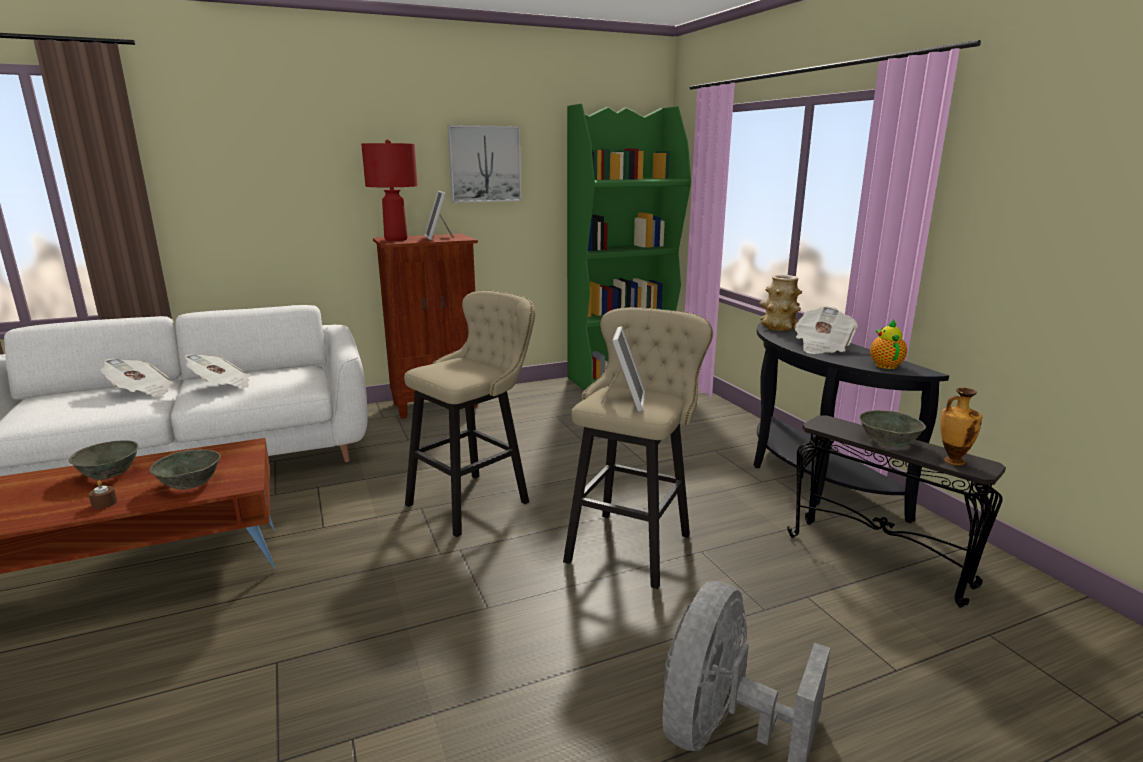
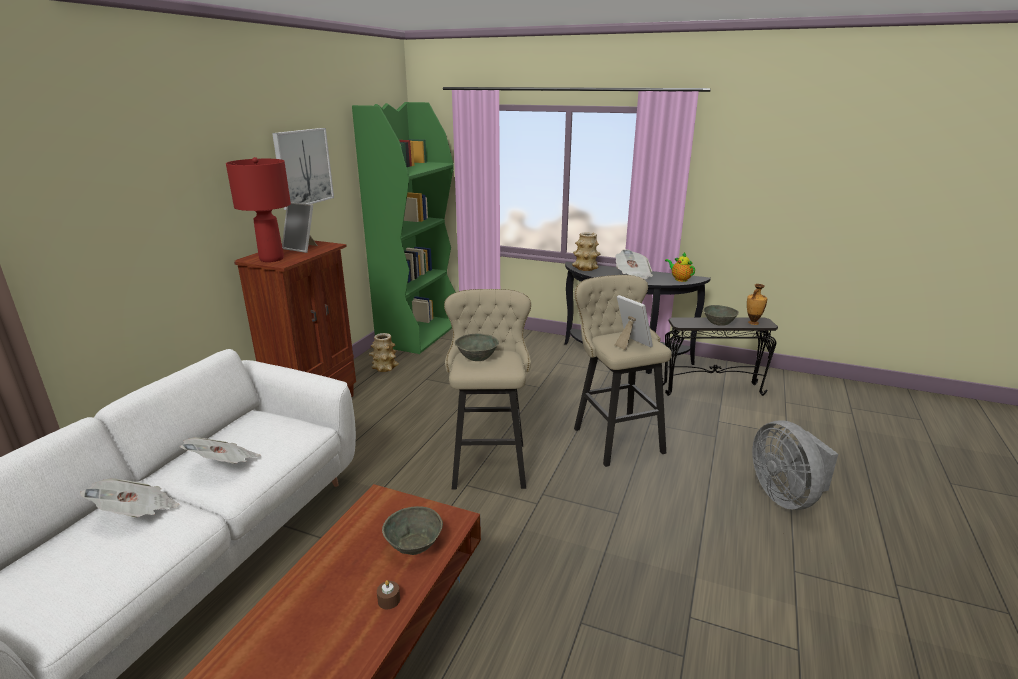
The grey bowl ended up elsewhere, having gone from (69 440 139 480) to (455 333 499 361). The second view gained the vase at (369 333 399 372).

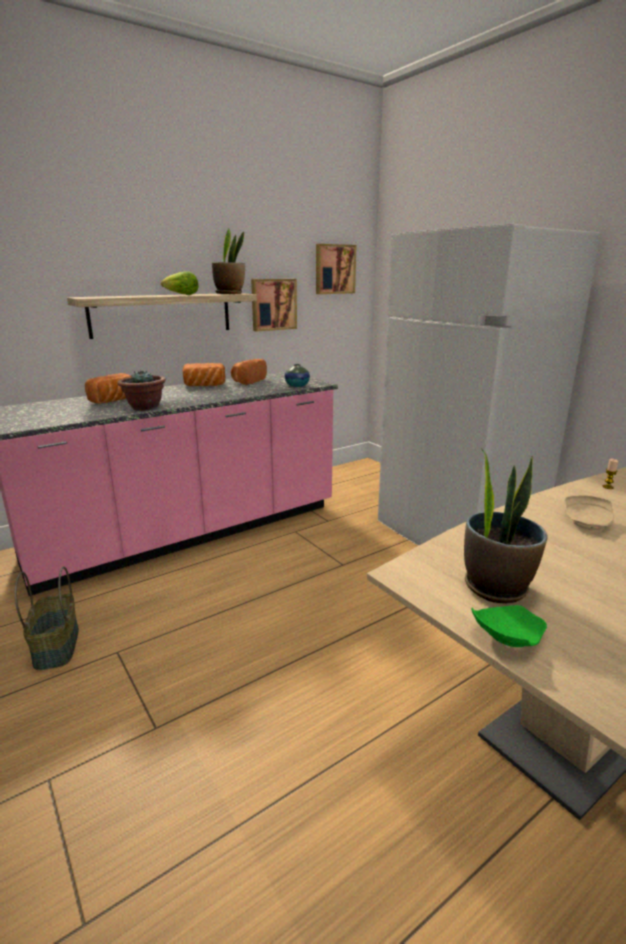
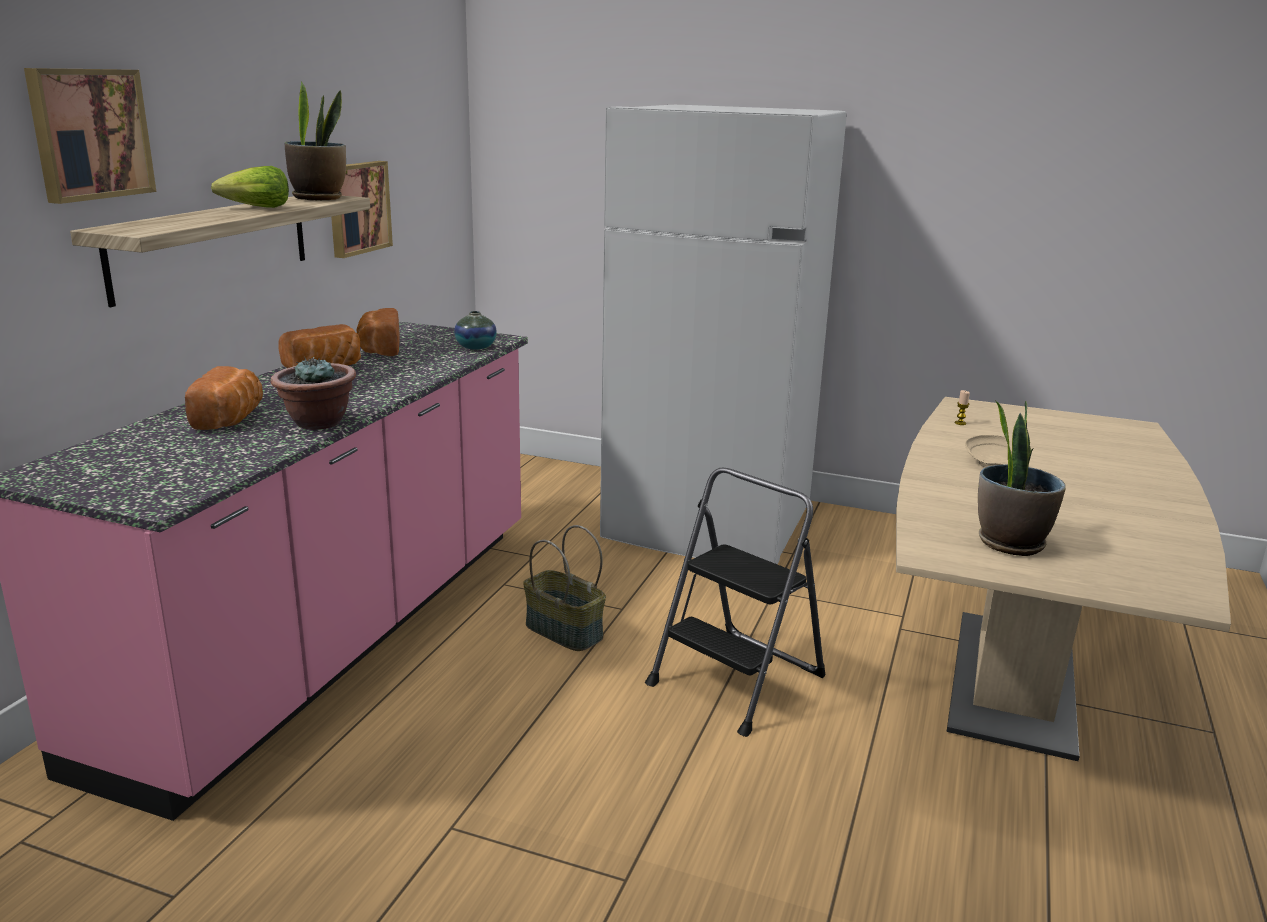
The basket ended up elsewhere, having gone from (15 566 79 670) to (523 525 606 651). The picture ended up elsewhere, having gone from (316 244 356 294) to (24 68 156 204). The second view lost the green plate at (472 605 547 647). The second view gained the black step ladder at (645 468 825 737).

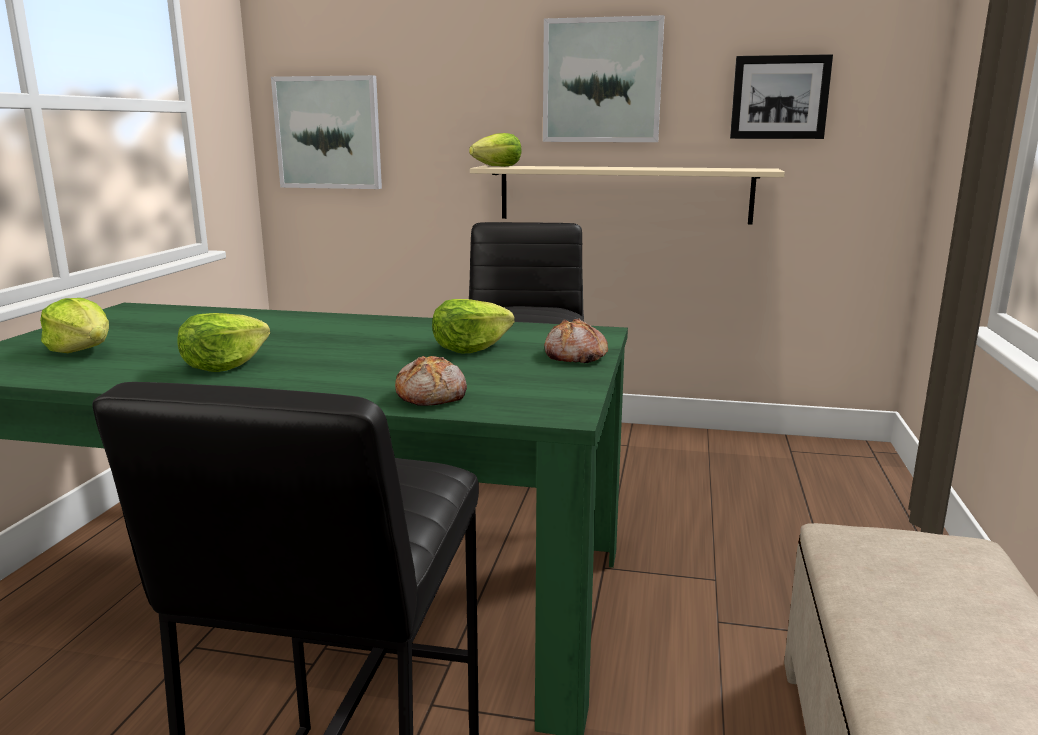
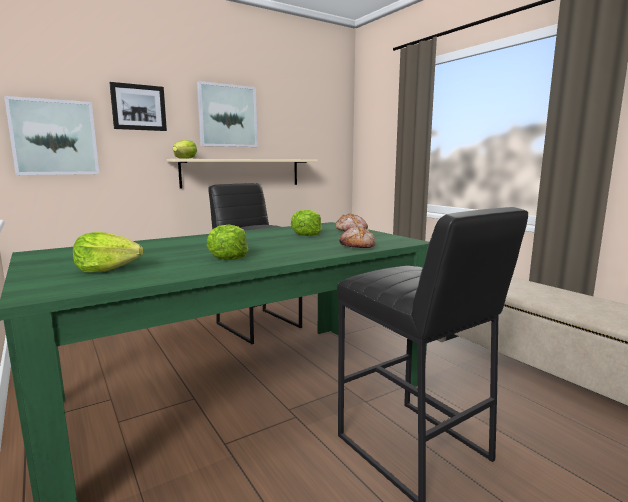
The picture ended up elsewhere, having gone from (730 54 833 139) to (109 82 167 131).

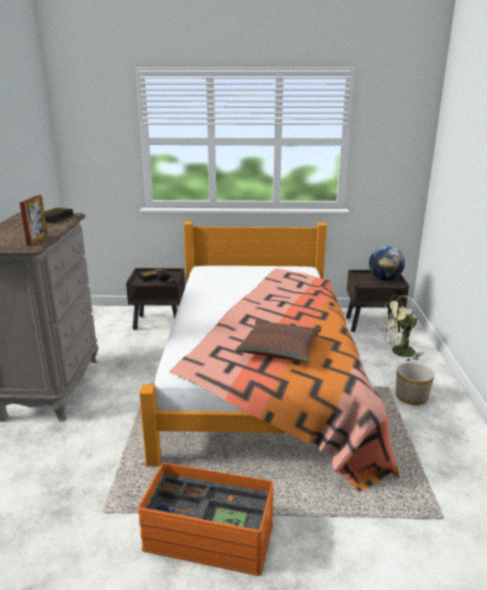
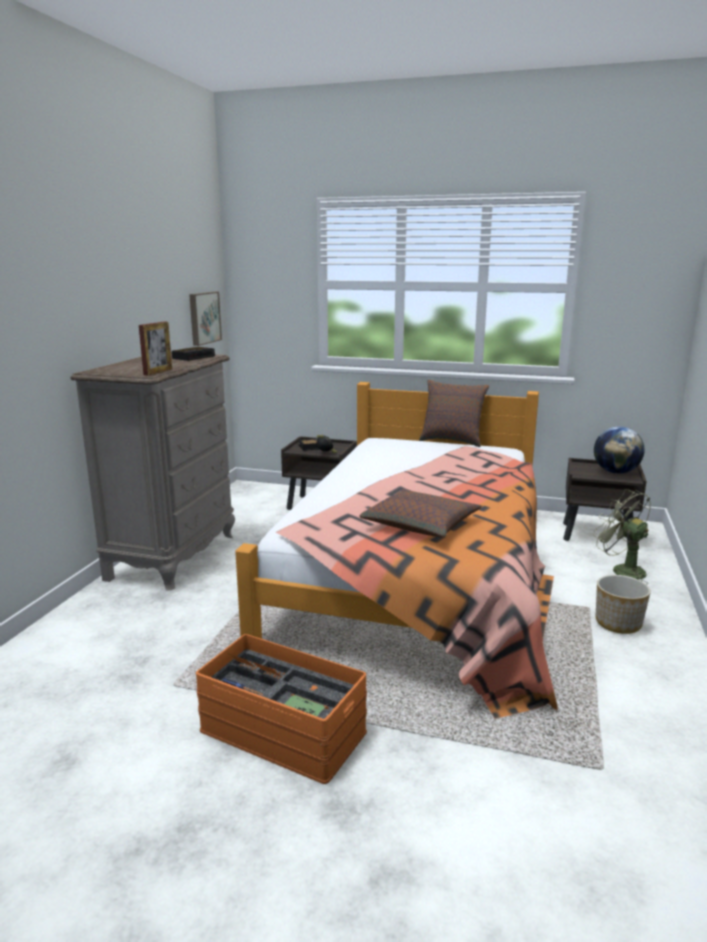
The green fan at (382 295 422 362) ended up facing another way, 45 degrees clockwise from before. The second view gained the picture at (189 292 222 346). The second view gained the brown pillow at (419 380 489 447).

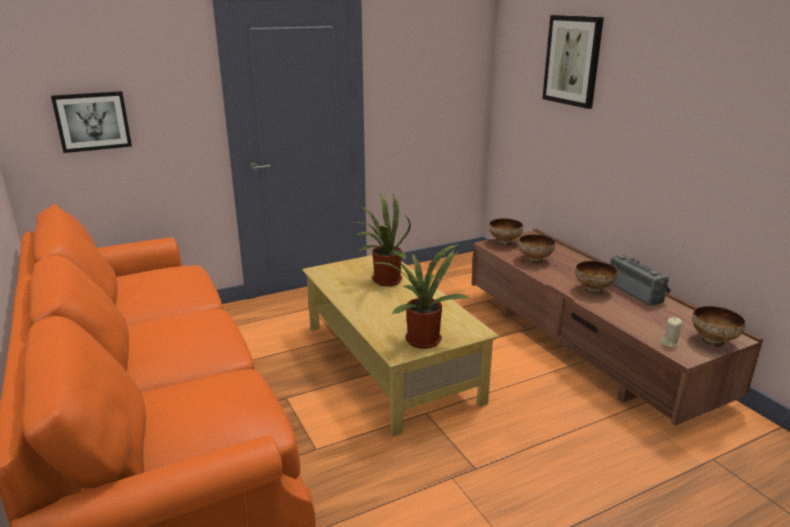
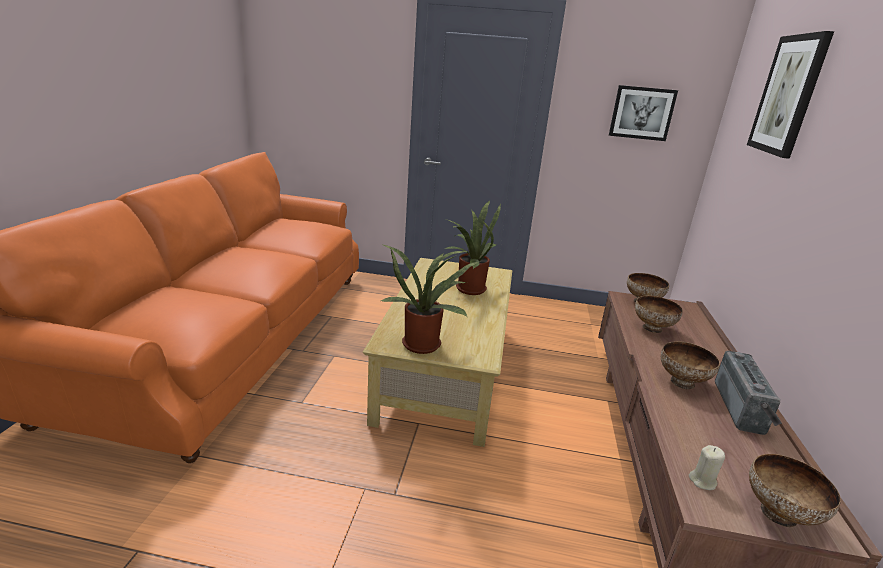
The picture ended up elsewhere, having gone from (51 91 132 153) to (609 85 678 141).

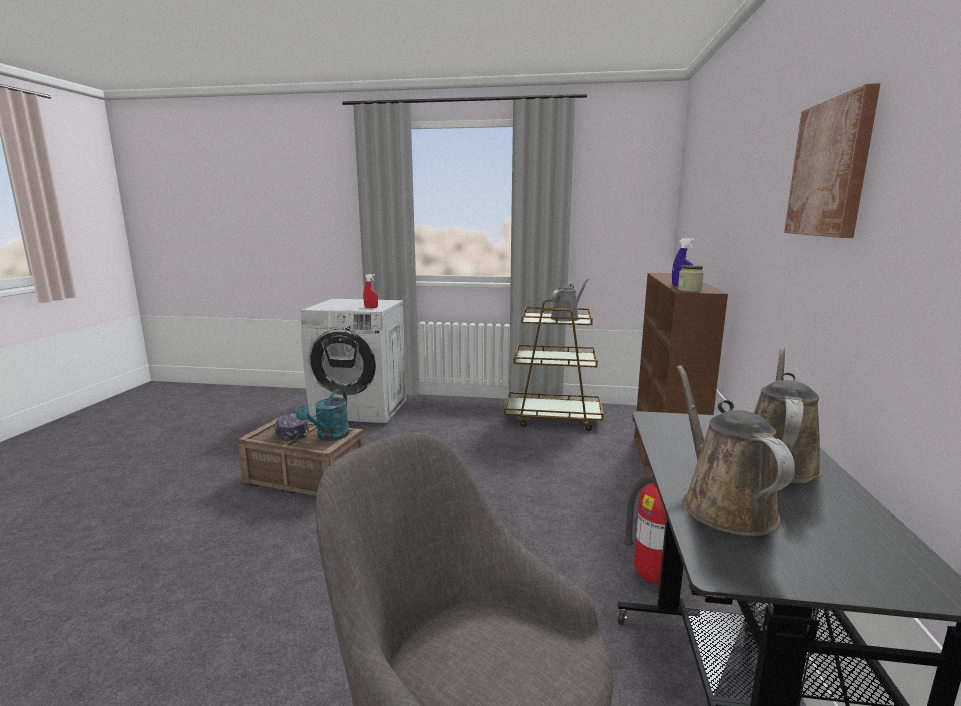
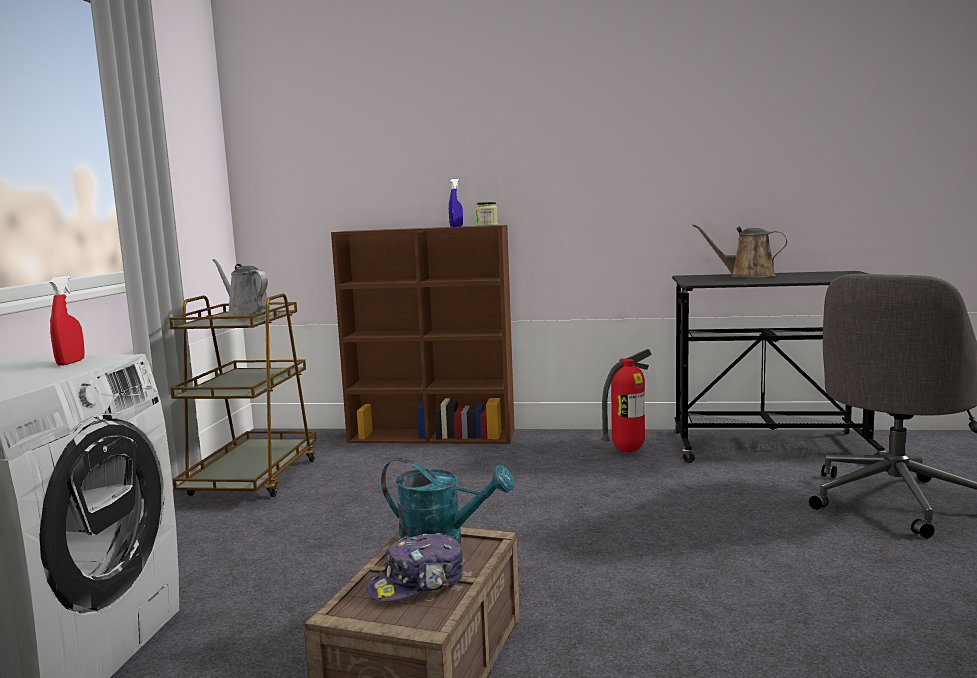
The second view lost the brown watering can at (677 365 795 536). The second view lost the picture at (784 83 881 238).

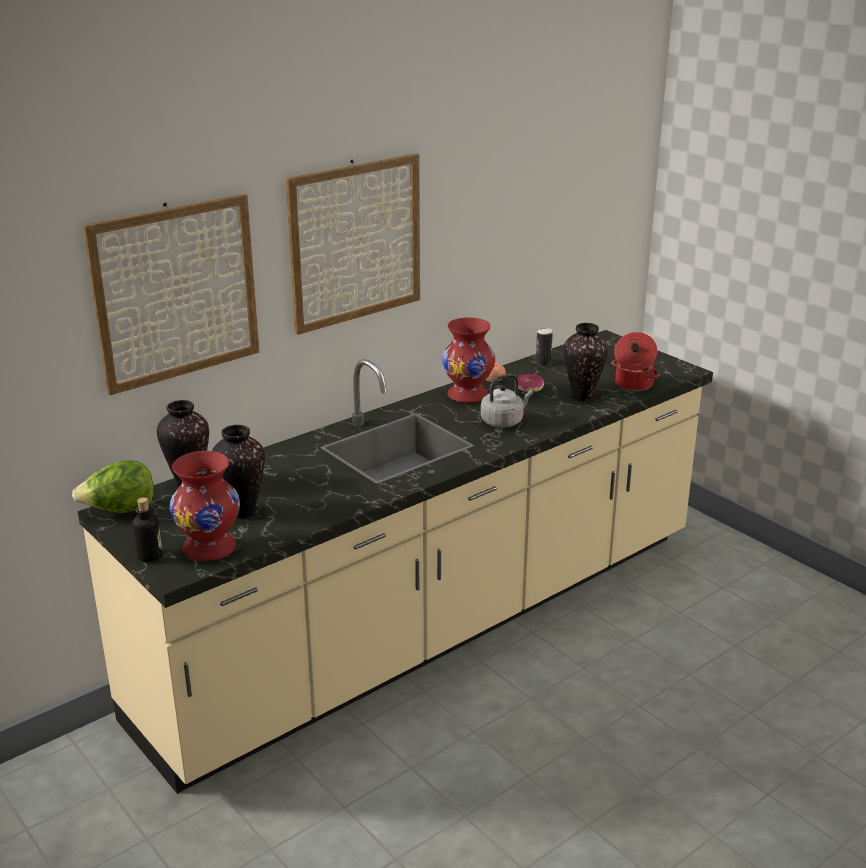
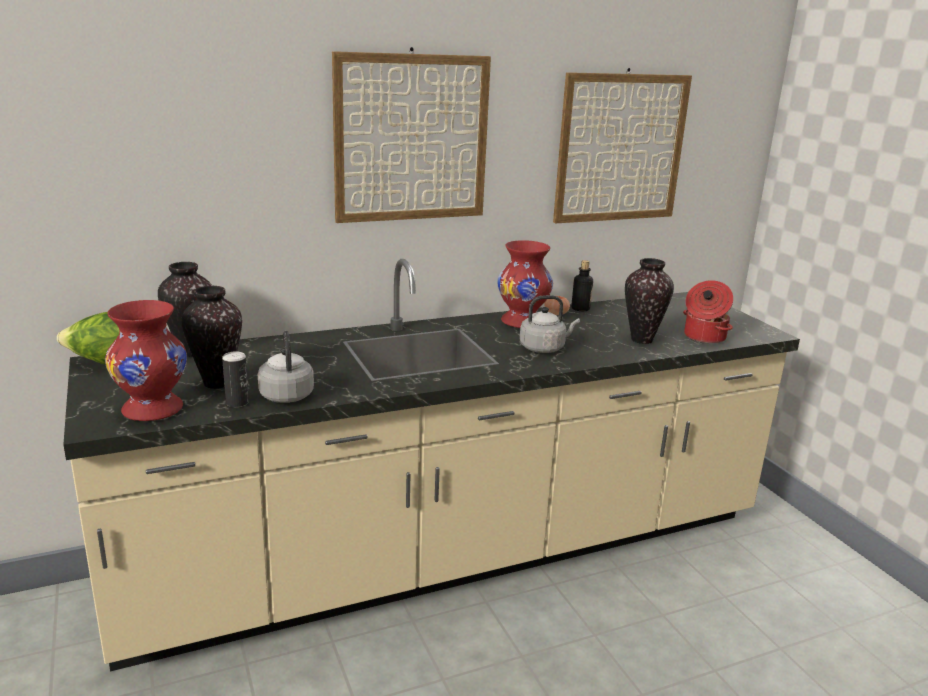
The picture ended up elsewhere, having gone from (83 194 259 396) to (553 68 692 223). The bottle ended up elsewhere, having gone from (132 497 163 562) to (571 260 593 311). The second view lost the donut at (517 374 544 392). The can ended up elsewhere, having gone from (536 328 553 366) to (222 351 249 407). The second view gained the grey kettle at (258 331 314 403).

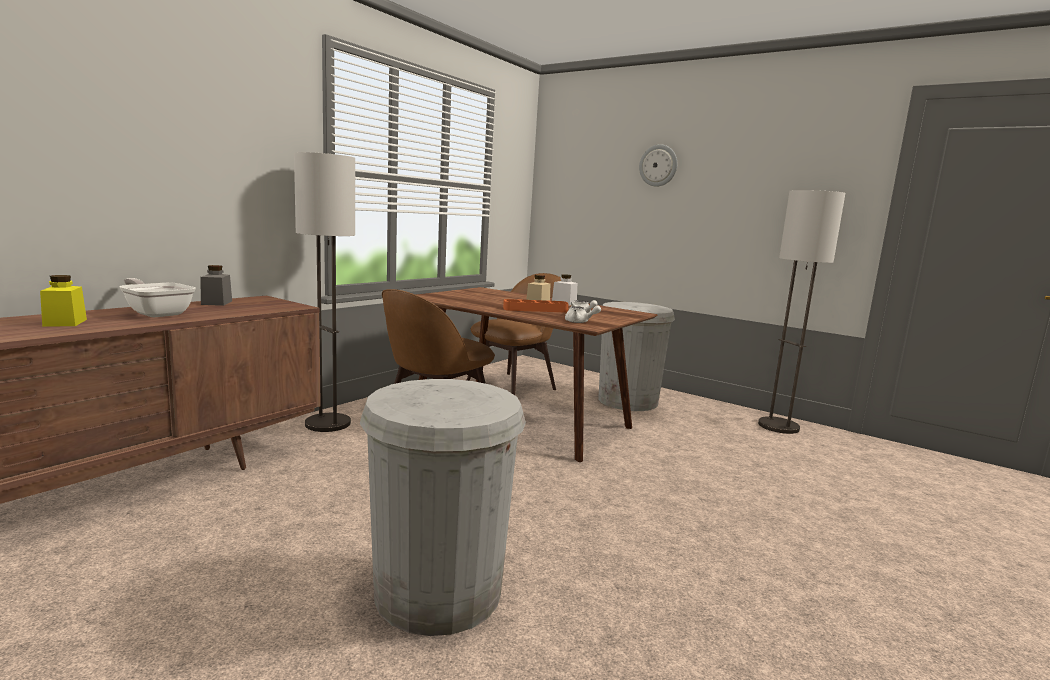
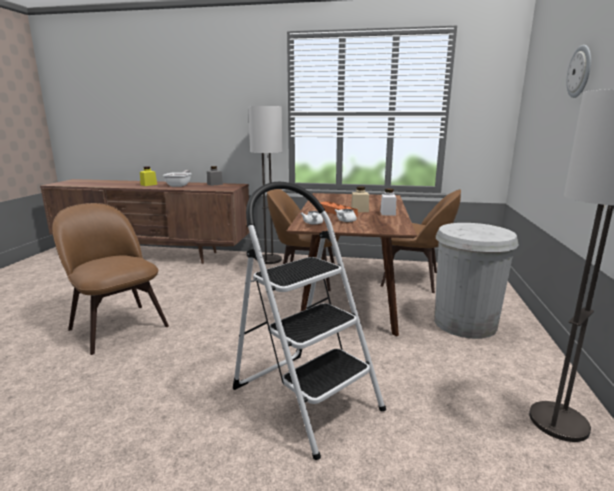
Where the white trash can stood at (360 379 526 636), the brown chair came to stand at (52 203 169 355). The second view gained the step ladder at (233 182 386 460).

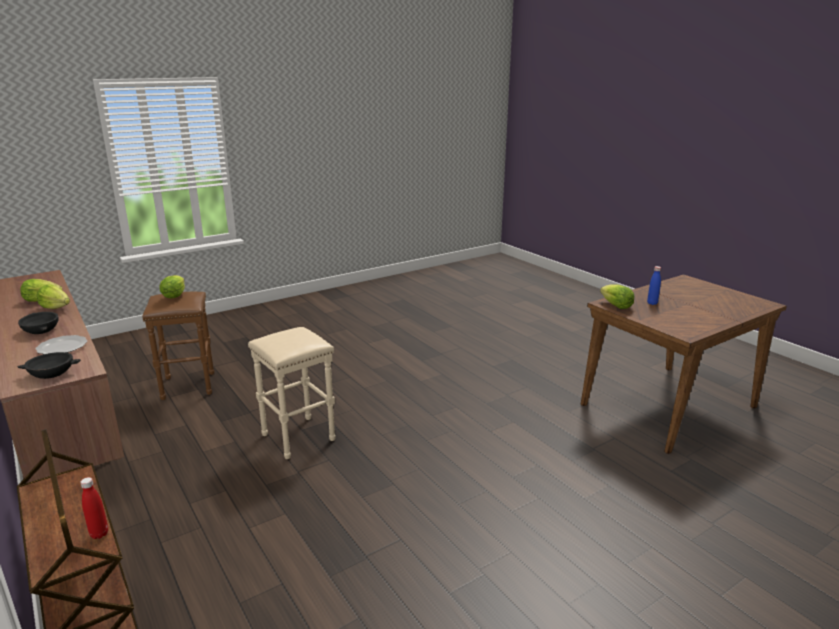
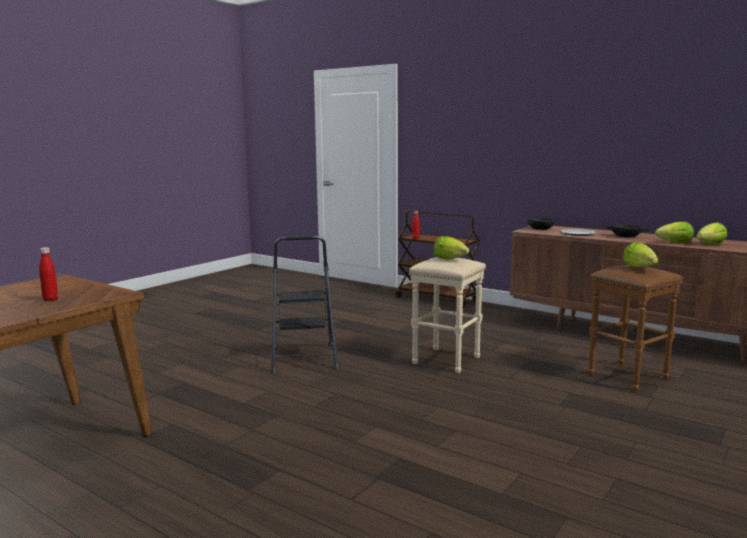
The lettuce ended up elsewhere, having gone from (600 284 634 309) to (434 236 469 260). What was the blue bottle at (647 266 661 305) turned into the red bottle at (39 247 58 301). The second view gained the black step ladder at (270 235 339 374).

